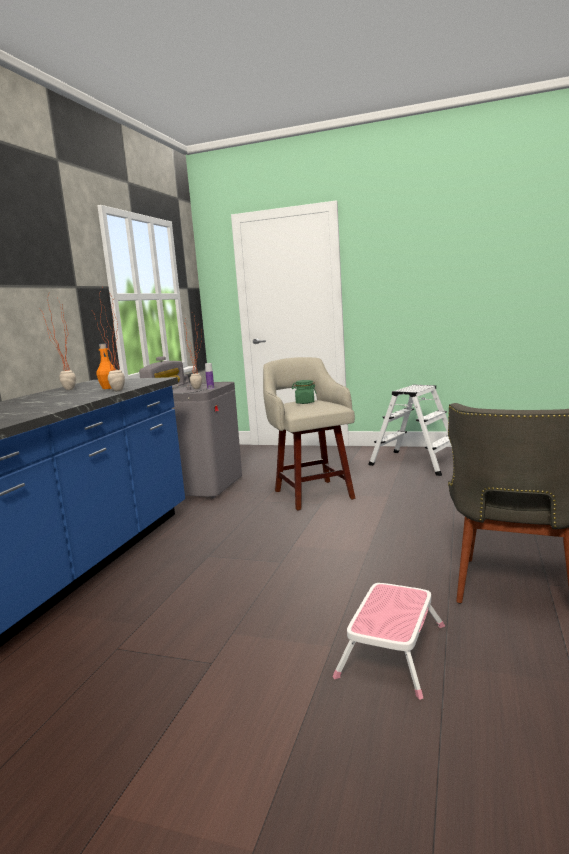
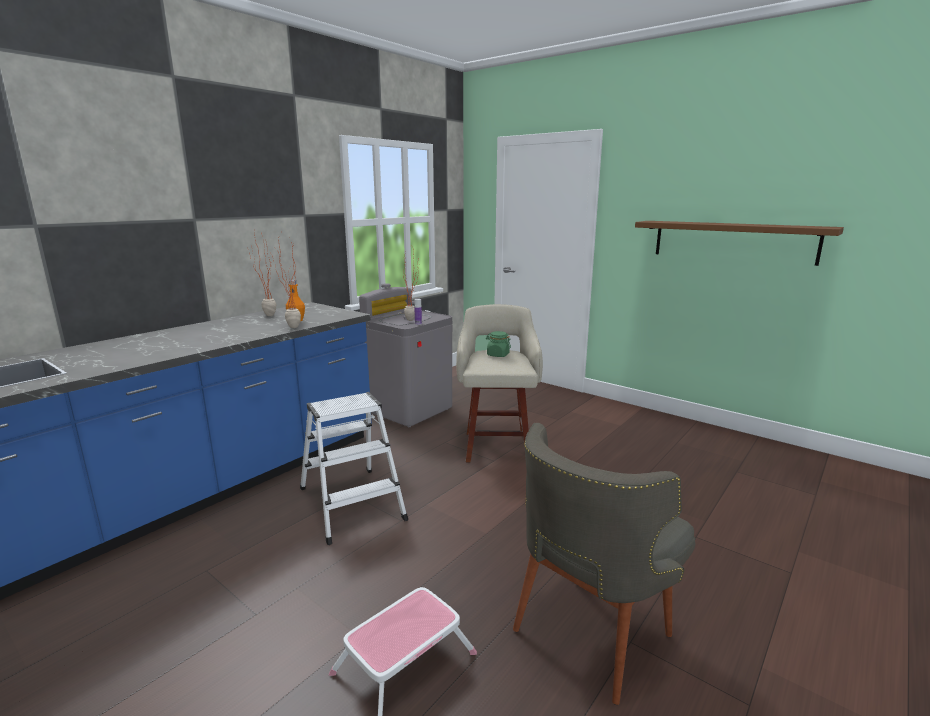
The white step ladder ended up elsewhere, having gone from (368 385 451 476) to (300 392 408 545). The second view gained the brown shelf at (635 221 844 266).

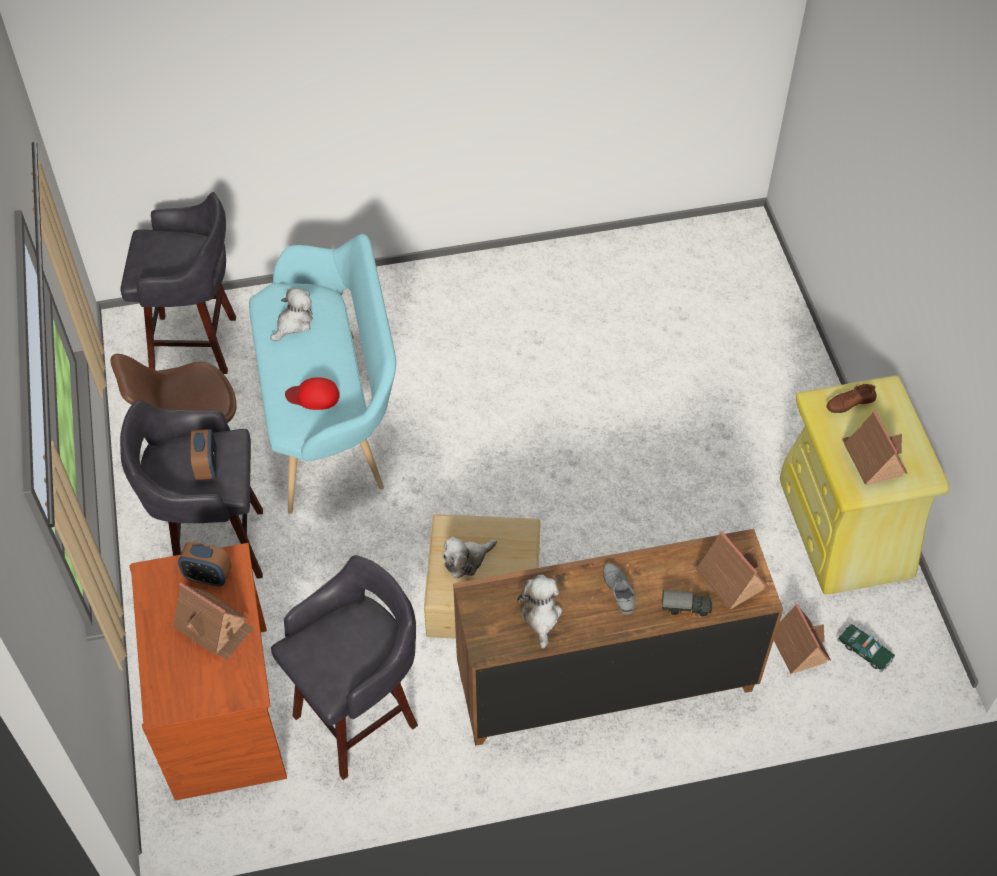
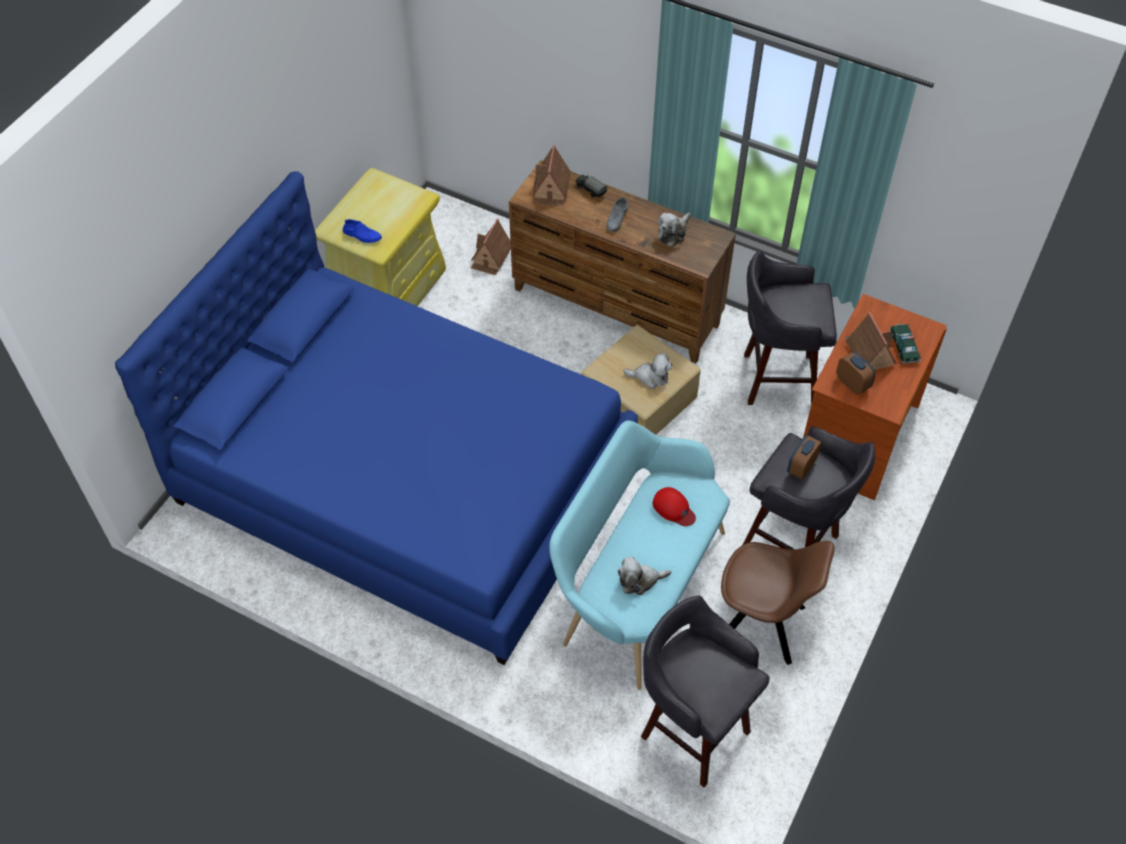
What was the brown shoe at (827 384 877 413) turned into the blue shoe at (343 219 382 243). The toy car ended up elsewhere, having gone from (837 624 895 672) to (889 324 921 364). The second view lost the toy house at (842 411 908 485). The second view gained the blue bed at (115 171 638 665).

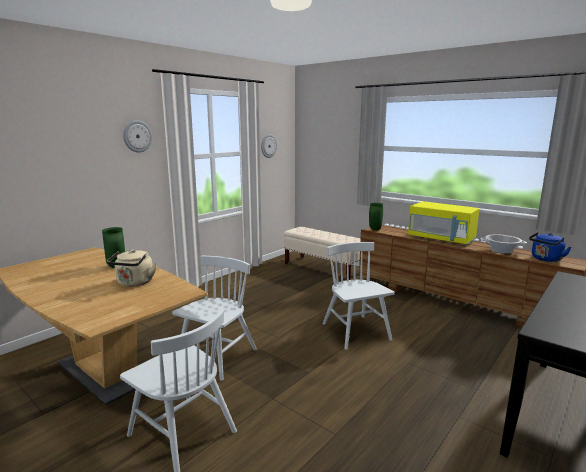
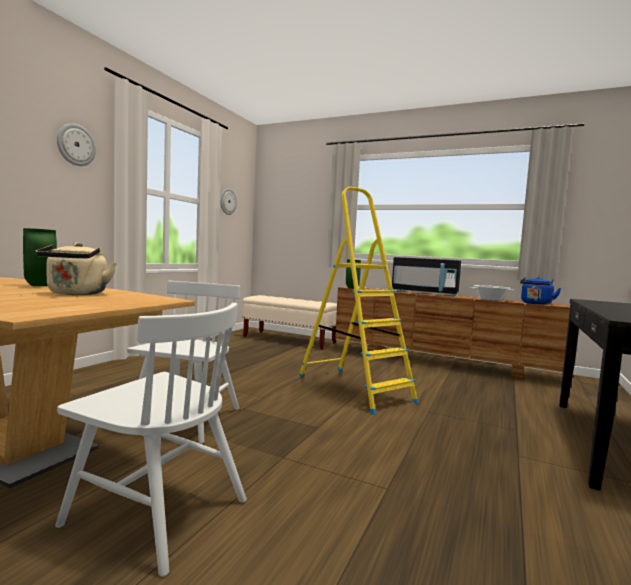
Where the white chair stood at (323 242 395 350), the yellow step ladder came to stand at (299 187 419 415). What was the yellow microwave at (408 201 480 246) turned into the black microwave at (392 257 461 297).

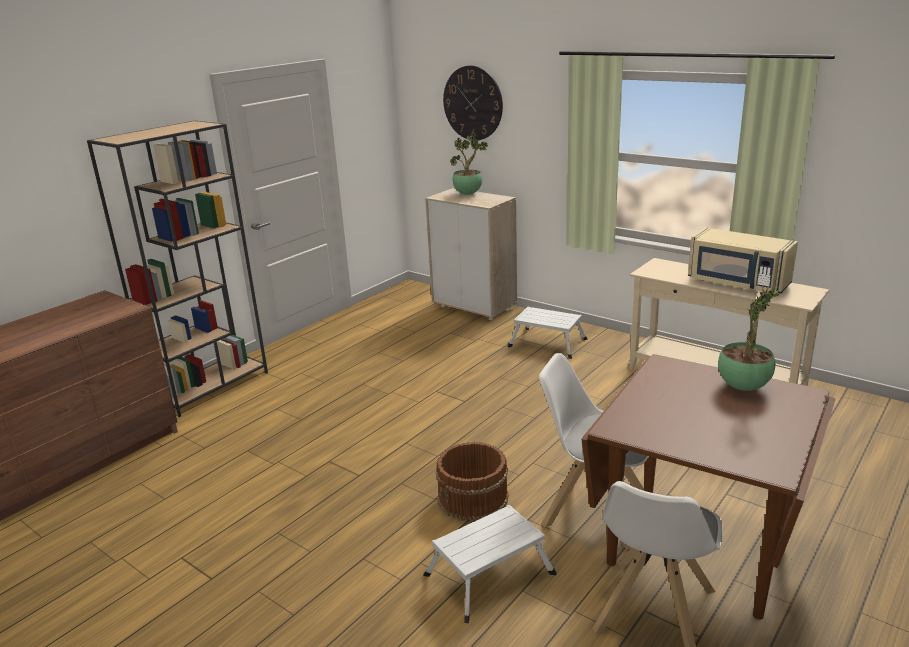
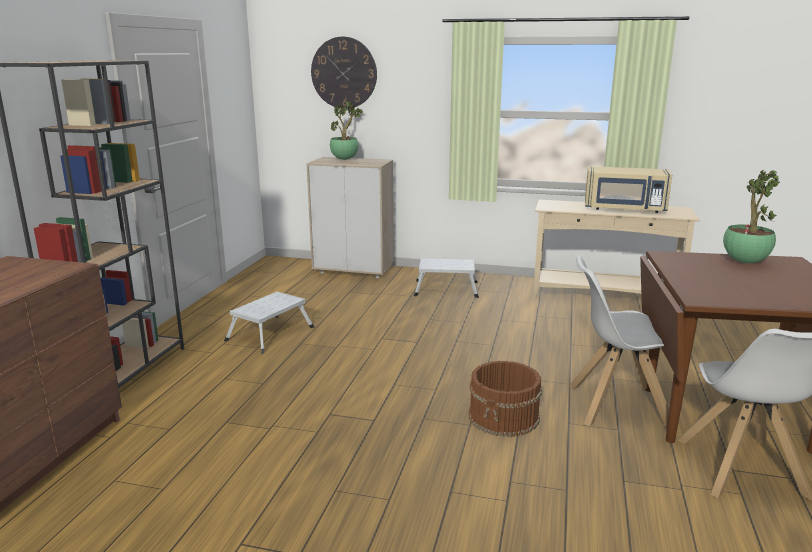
The white step ladder ended up elsewhere, having gone from (423 505 557 623) to (224 291 315 354).

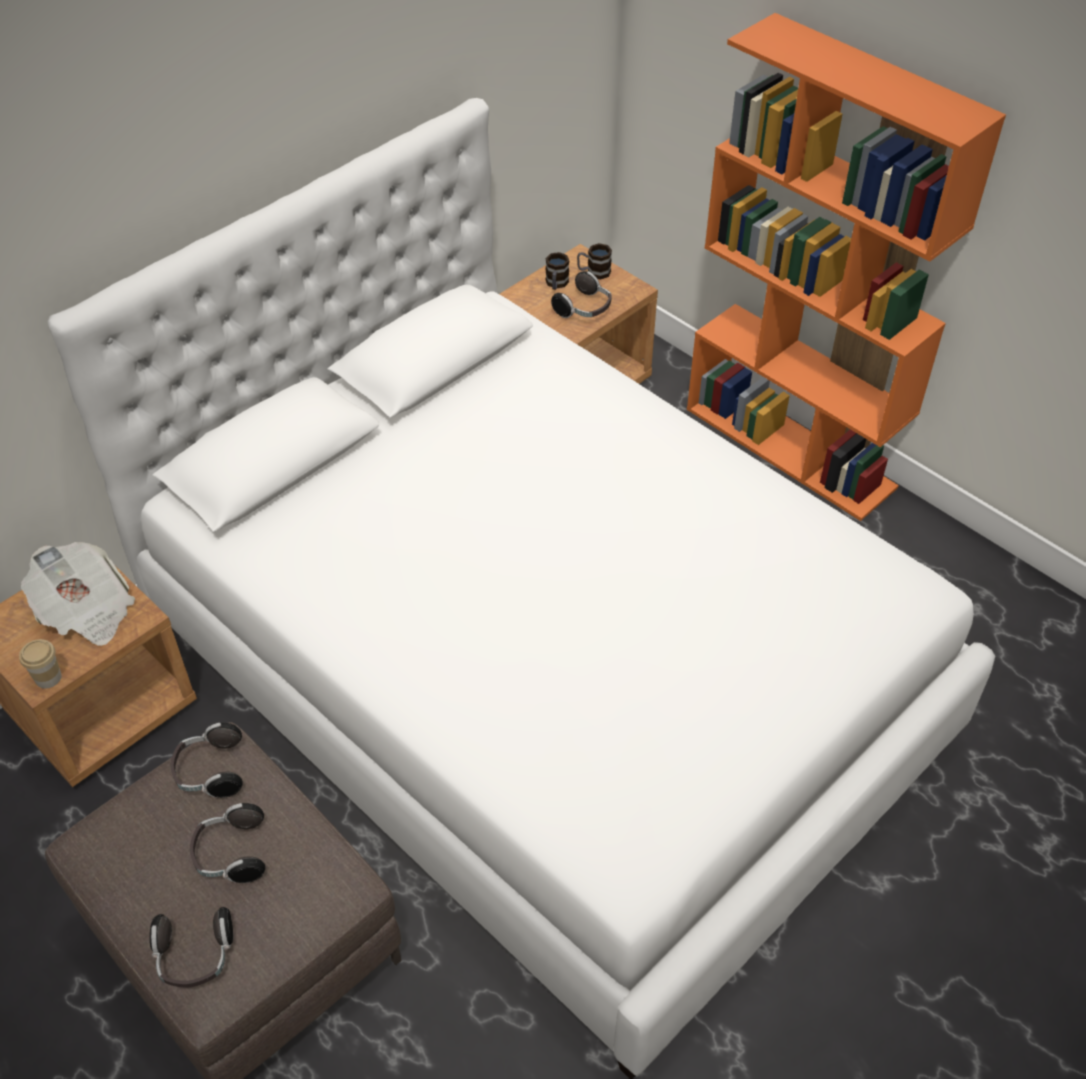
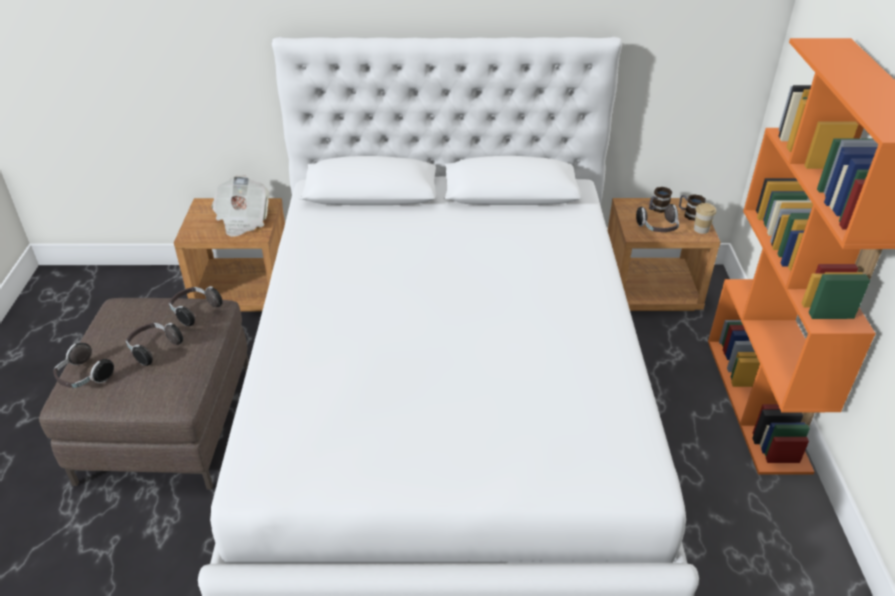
The cup ended up elsewhere, having gone from (19 639 62 689) to (694 203 716 234).

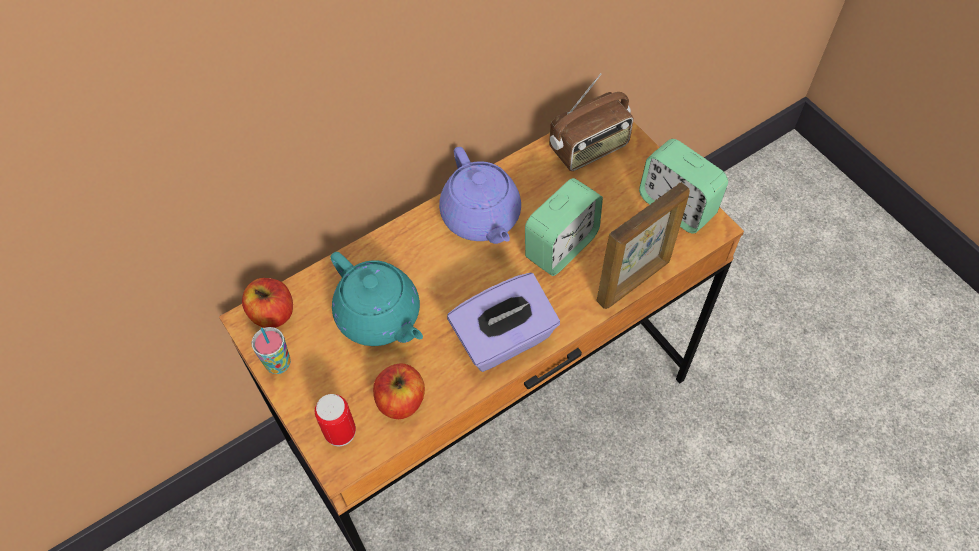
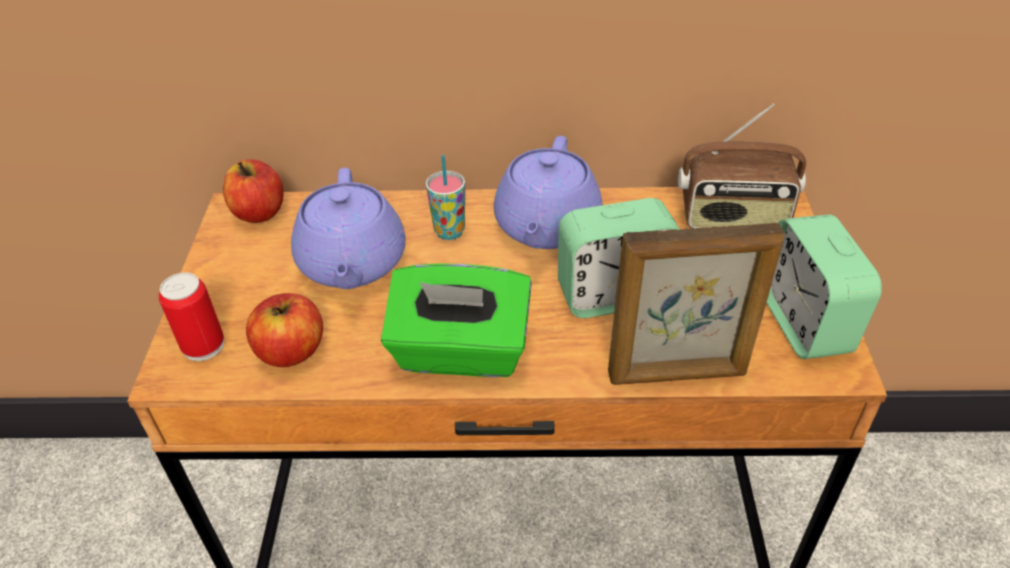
The cup ended up elsewhere, having gone from (252 327 291 374) to (426 155 465 240). What was the turquoise teapot at (330 252 423 346) turned into the purple teapot at (291 168 406 289). What was the purple tissue box at (447 273 560 372) turned into the green tissue box at (381 264 532 377).

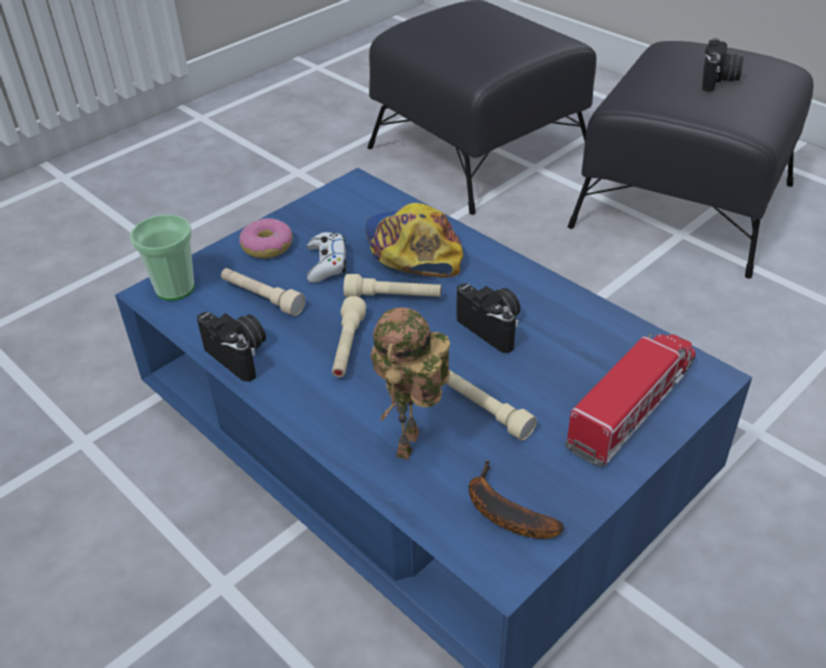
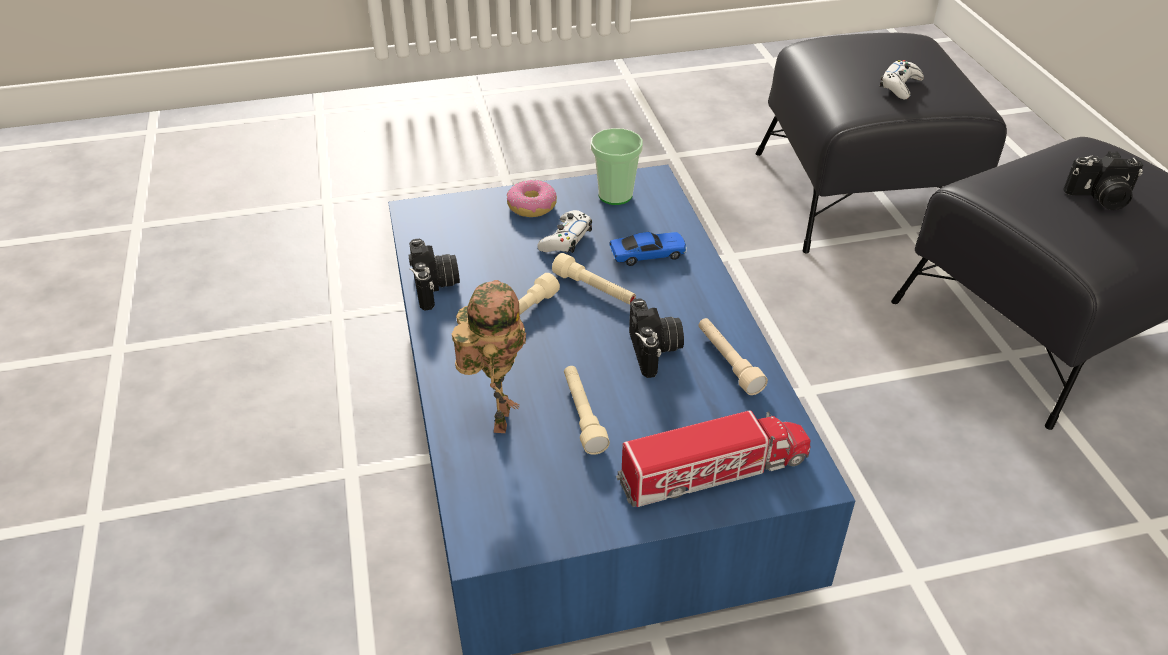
The cup ended up elsewhere, having gone from (130 214 195 301) to (591 128 643 205). The beige flashlight ended up elsewhere, having gone from (221 268 305 316) to (698 318 768 395). Where the cap stood at (365 203 463 278), the toy car came to stand at (609 232 687 266). The toy robot at (371 307 450 460) ended up facing another way, 135 degrees clockwise from before. The second view lost the banana at (469 460 564 539). The photo camera at (702 38 744 92) ended up facing another way, 45 degrees clockwise from before. The second view gained the white game controller at (879 60 924 99).

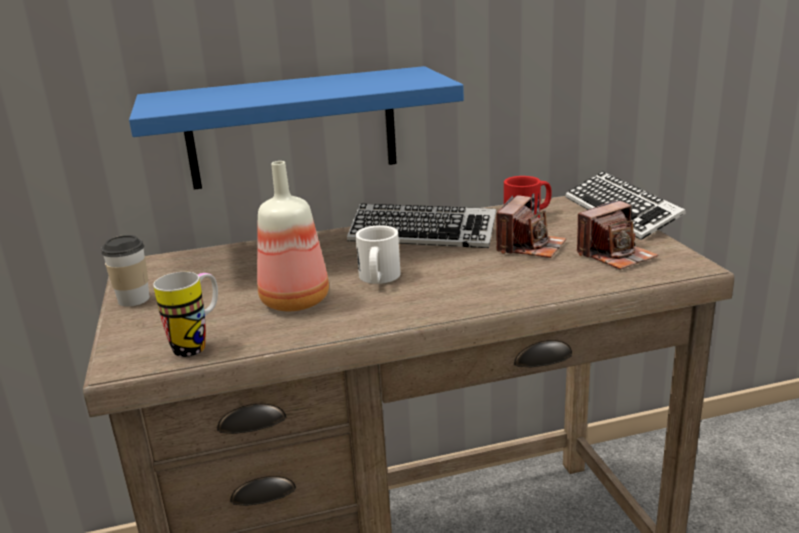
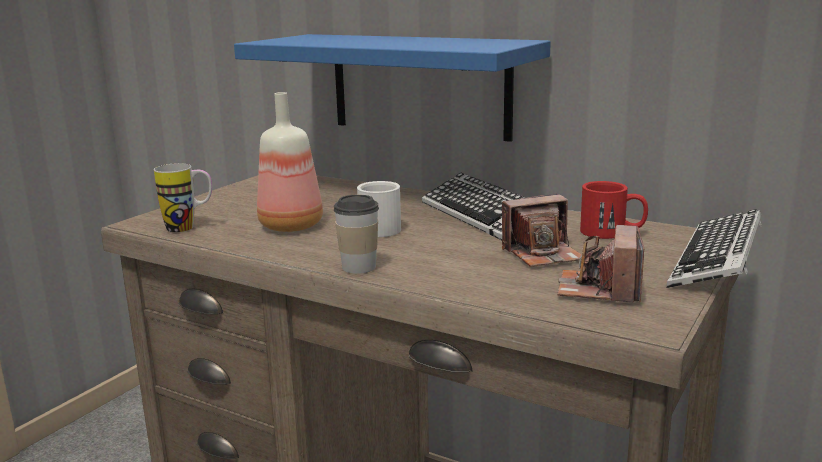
The cup ended up elsewhere, having gone from (101 235 150 307) to (334 195 379 273). The photo camera at (577 200 658 270) ended up facing another way, 90 degrees clockwise from before.

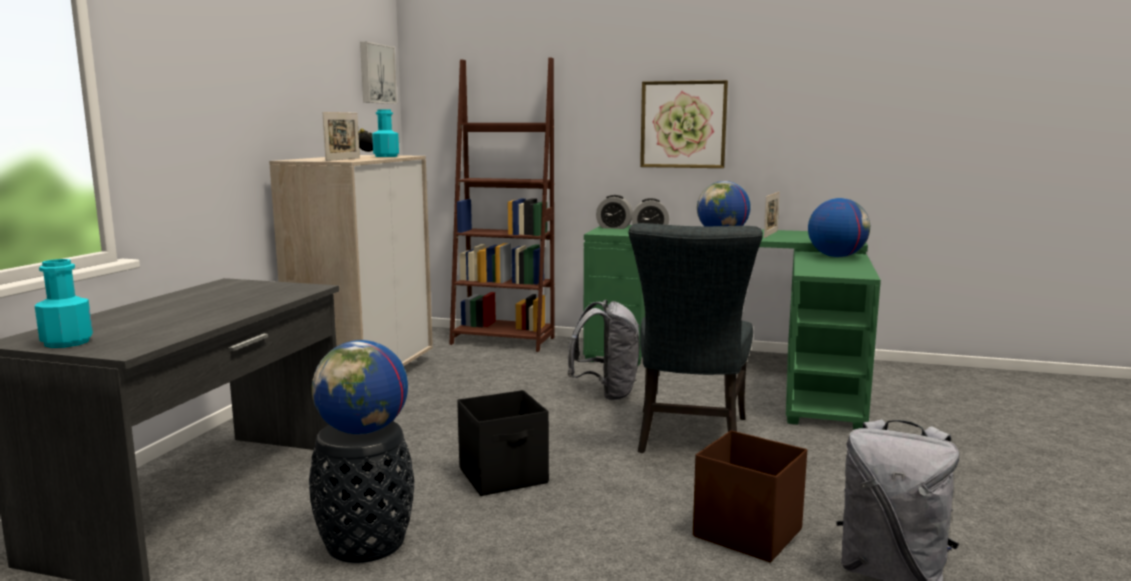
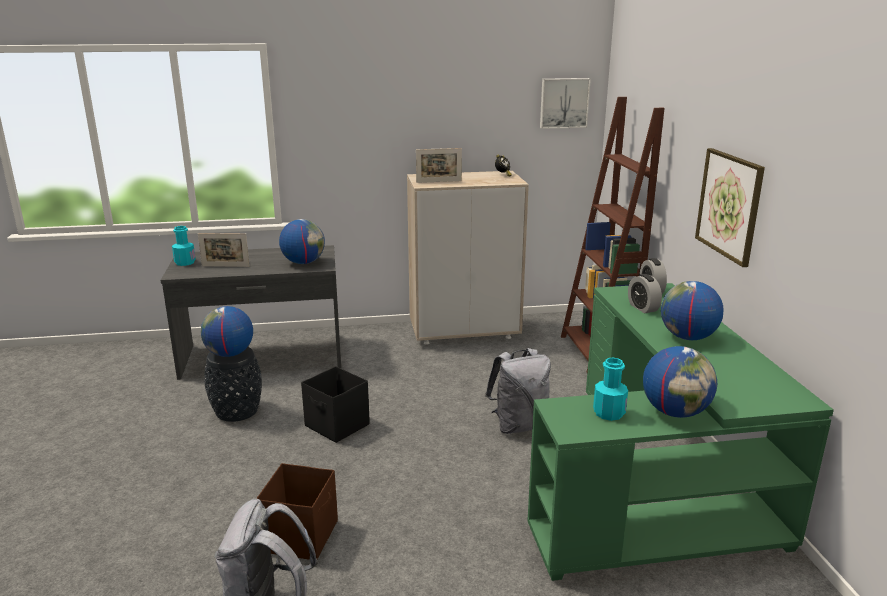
The turquoise bottle ended up elsewhere, having gone from (372 109 399 157) to (593 358 628 421). The second view lost the grey chair at (628 223 763 453). The picture frame ended up elsewhere, having gone from (764 192 780 238) to (198 233 250 267). The second view gained the globe at (279 219 325 264).

